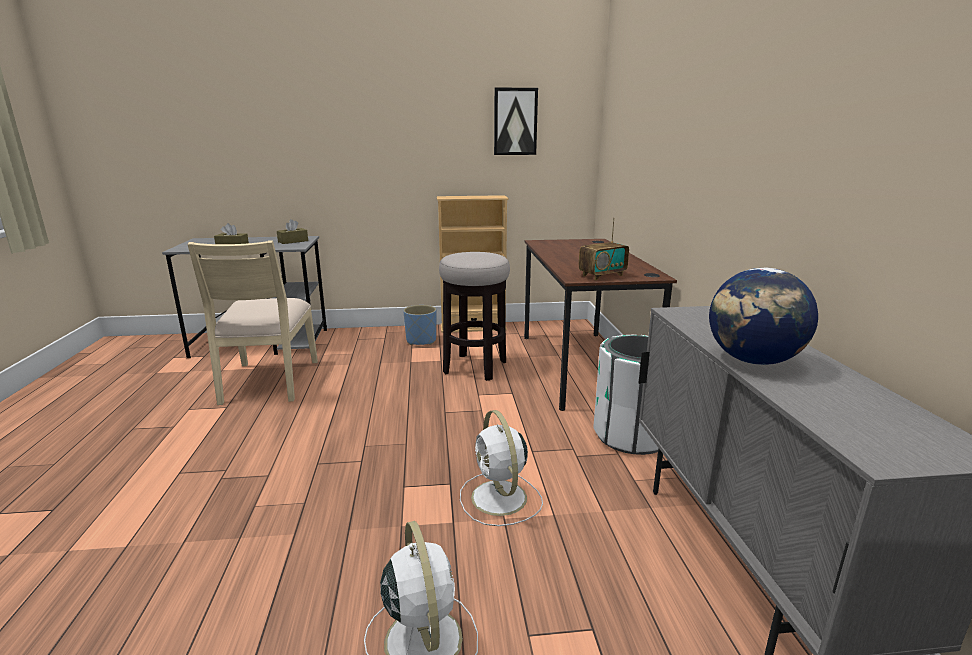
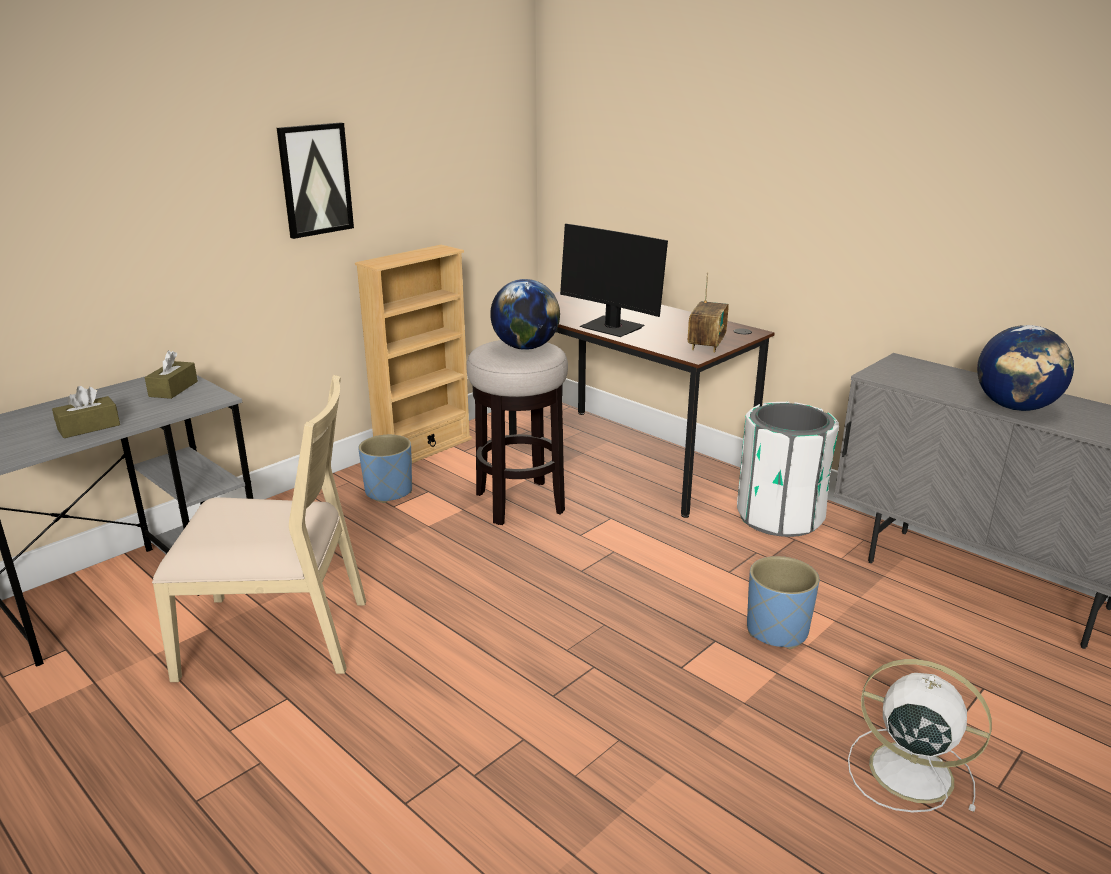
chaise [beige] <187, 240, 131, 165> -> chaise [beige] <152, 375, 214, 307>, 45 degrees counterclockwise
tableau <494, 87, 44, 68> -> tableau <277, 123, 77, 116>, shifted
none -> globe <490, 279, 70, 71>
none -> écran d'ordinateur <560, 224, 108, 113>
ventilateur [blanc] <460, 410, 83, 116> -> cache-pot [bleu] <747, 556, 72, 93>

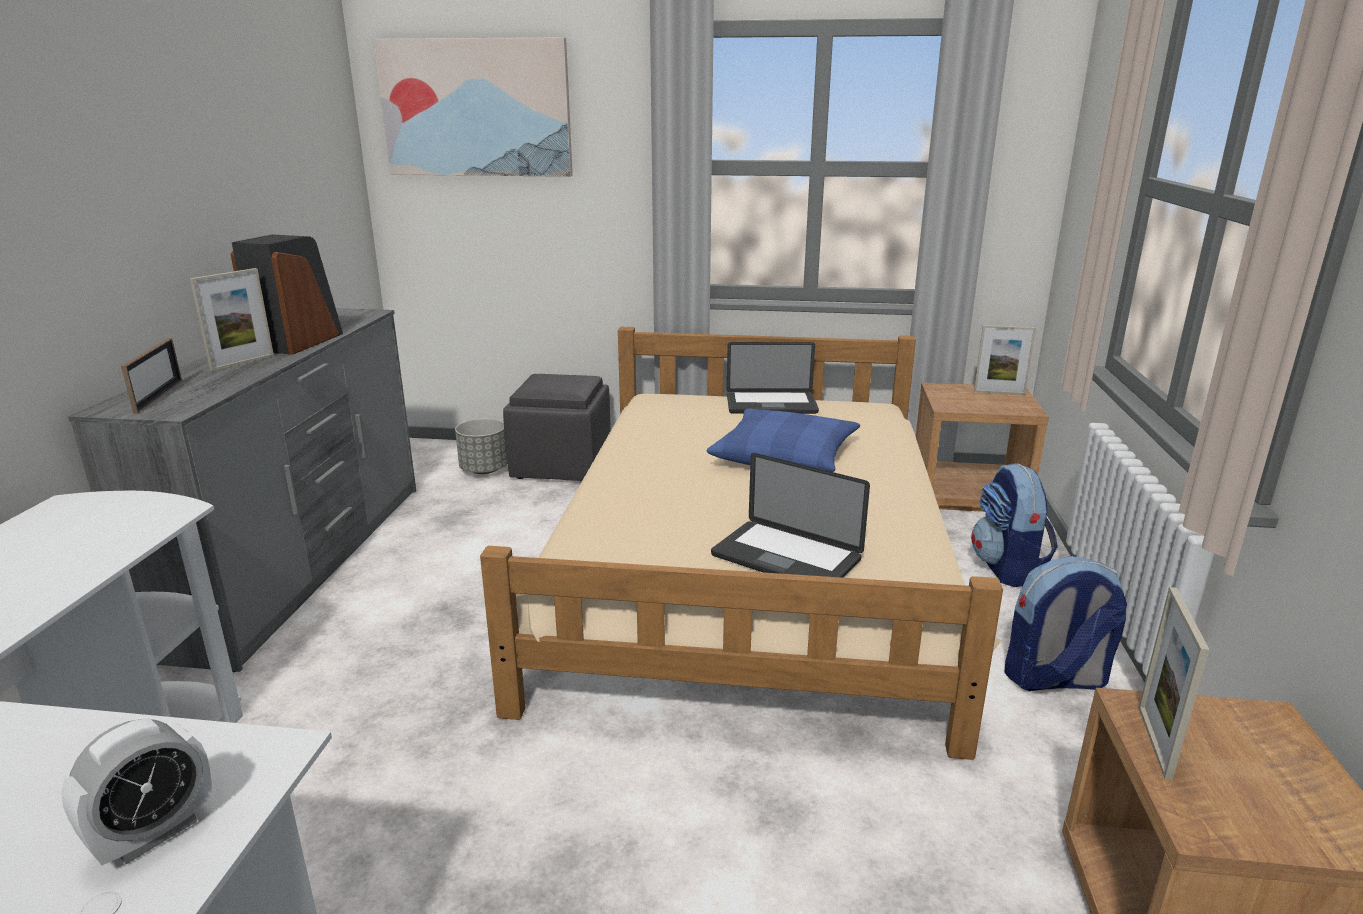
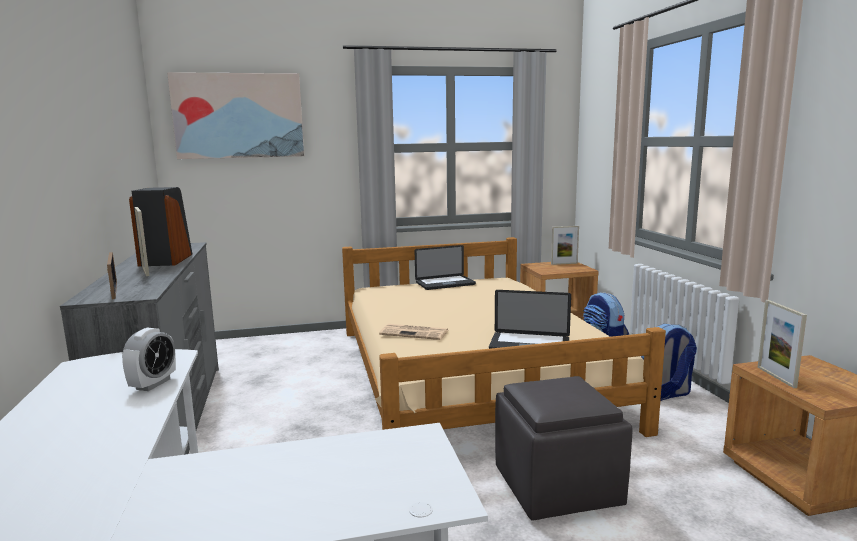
réveil <61, 718, 151, 147> -> réveil <122, 327, 54, 64>, shifted
cadre photo <190, 268, 84, 103> -> cadre photo <134, 207, 15, 69>, 135 degrees clockwise
none -> journal <379, 324, 70, 16>
pouf [gris] <503, 374, 108, 107> -> pouf [gris] <495, 376, 138, 145>, shifted
cache-pot [gris] <455, 419, 53, 55> -> none
coussin [bleu] <707, 409, 153, 63> -> none

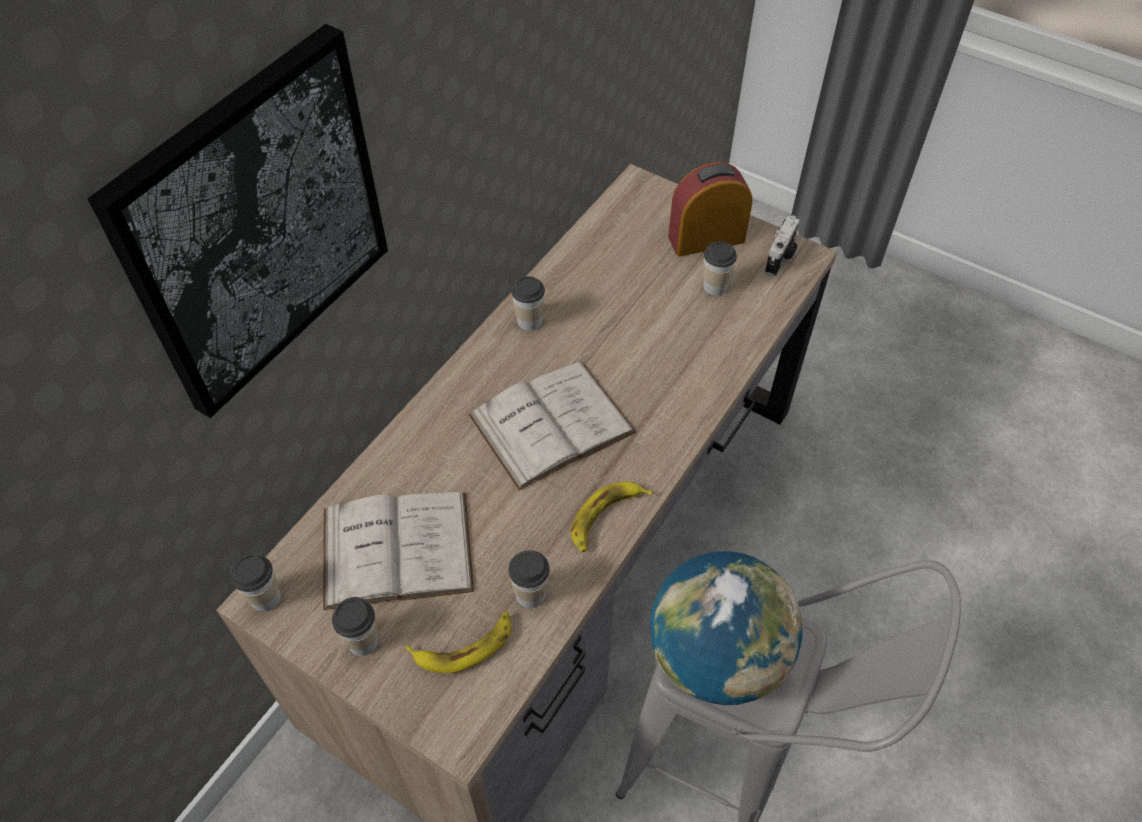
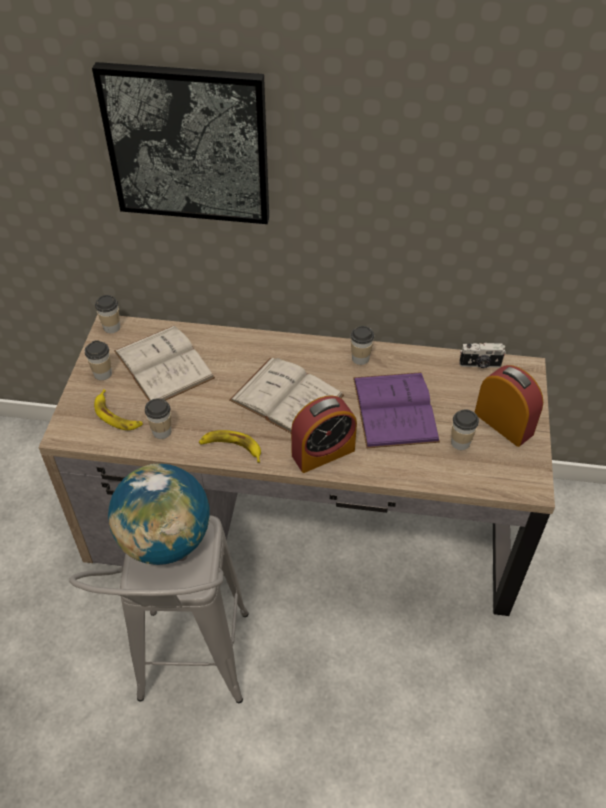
none -> réveil <291, 395, 66, 78>
none -> livre [violet] <353, 372, 87, 76>
appareil photo <765, 216, 35, 61> -> appareil photo <459, 343, 47, 25>, shifted

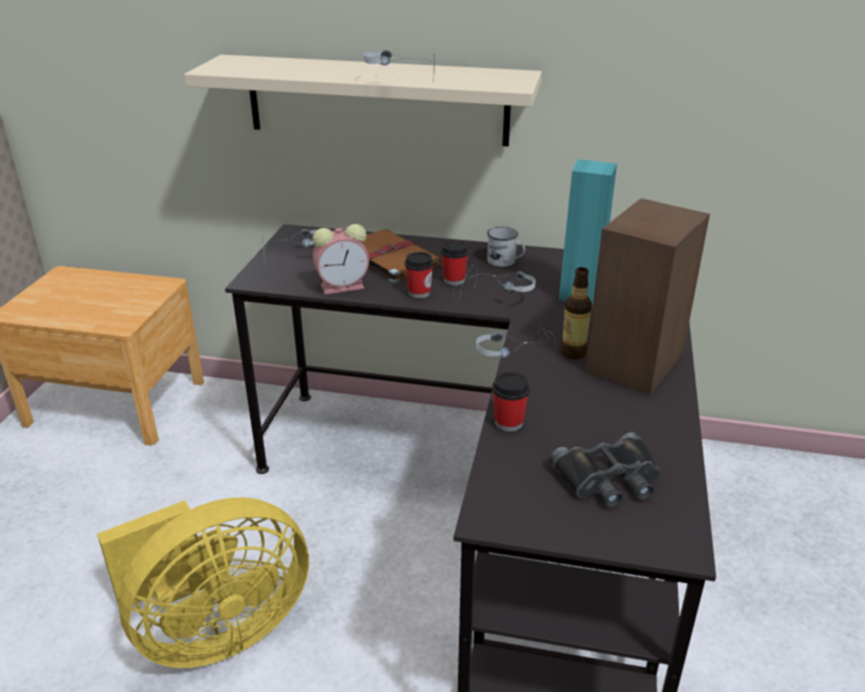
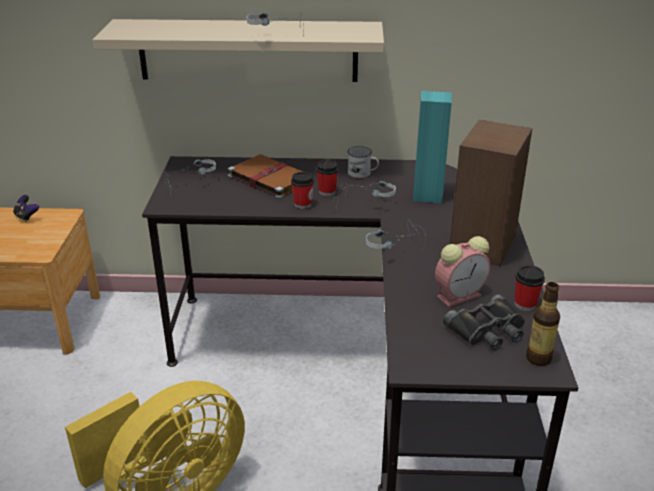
none -> manette <13, 195, 26, 27>
réveil <312, 224, 57, 71> -> réveil <435, 236, 55, 71>, shifted
tasse <492, 372, 38, 60> -> tasse <515, 265, 30, 46>, shifted
bouteille <560, 267, 32, 92> -> bouteille <526, 282, 34, 84>, shifted

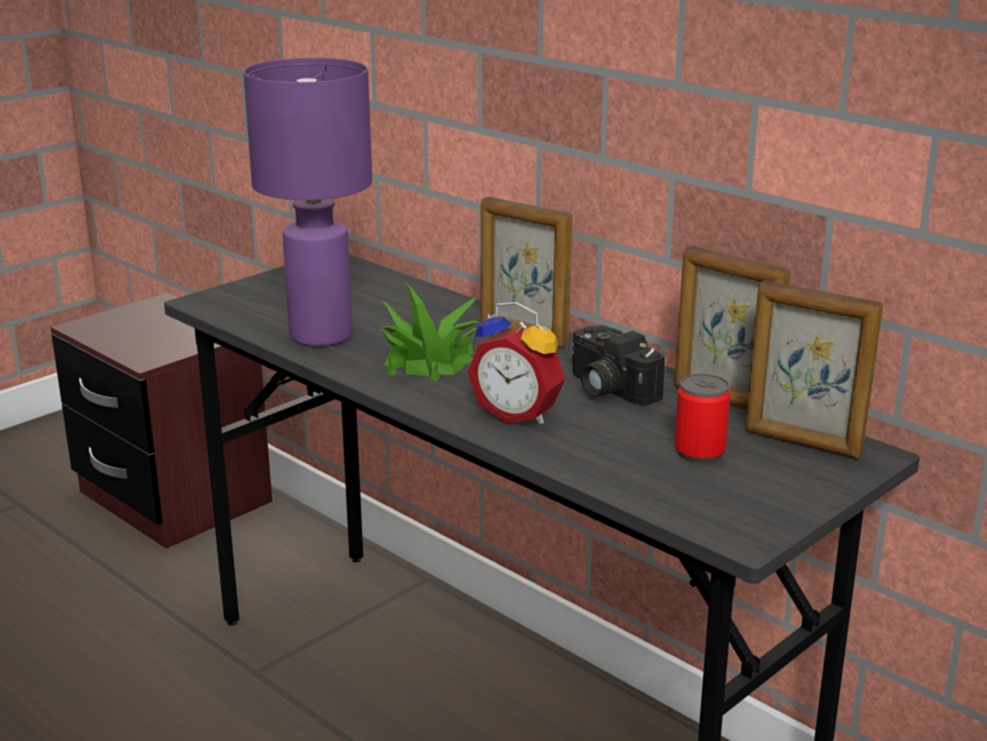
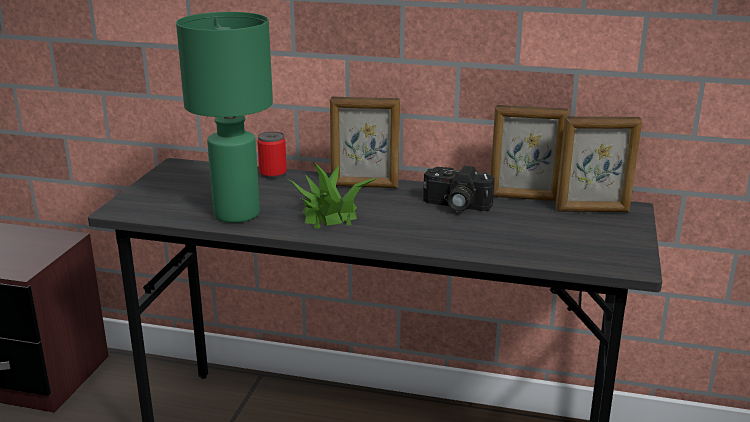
lampe de table [violet] <243, 58, 129, 288> -> lampe de table [vert] <176, 12, 97, 211>
boîte métallique <675, 374, 55, 89> -> boîte métallique <257, 131, 30, 48>, shifted
réveil <467, 302, 98, 122> -> none

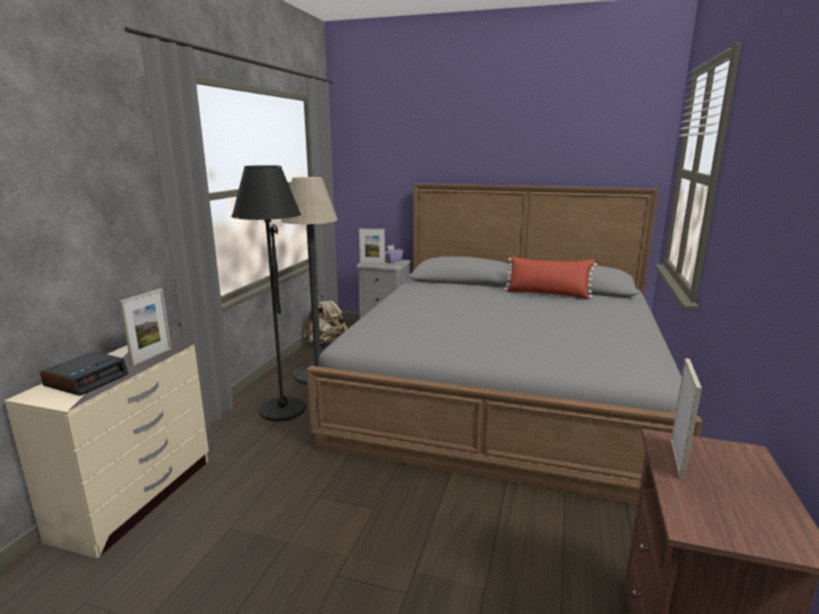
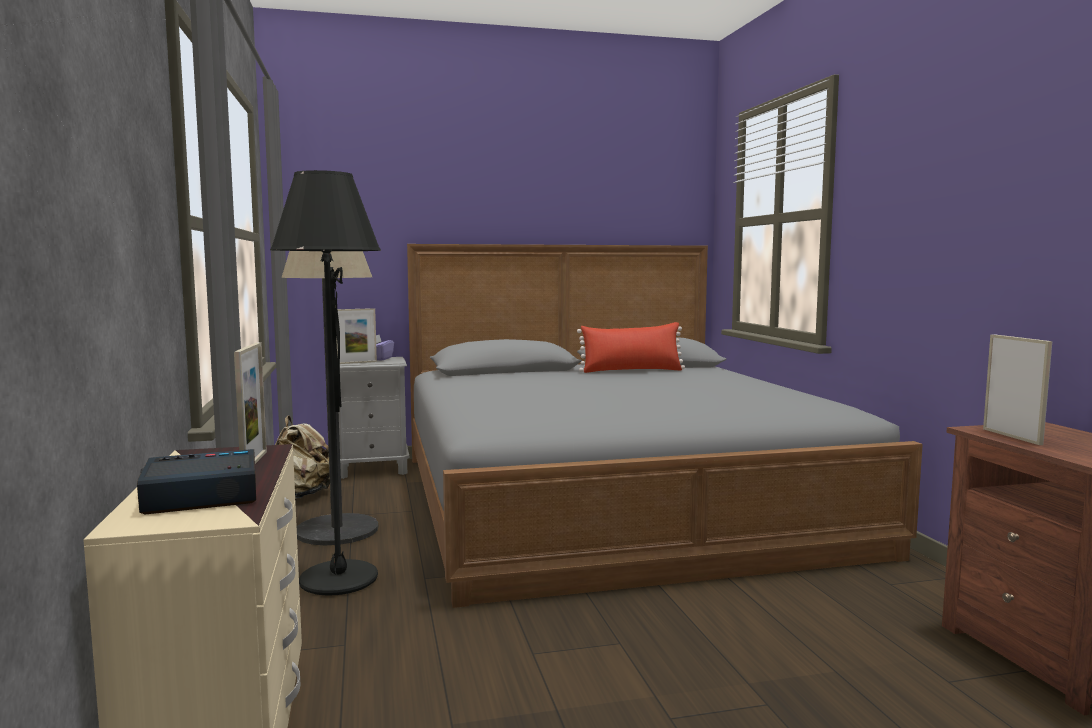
réveil <40, 352, 88, 44> -> réveil <137, 449, 119, 66>, 105 degrees counterclockwise

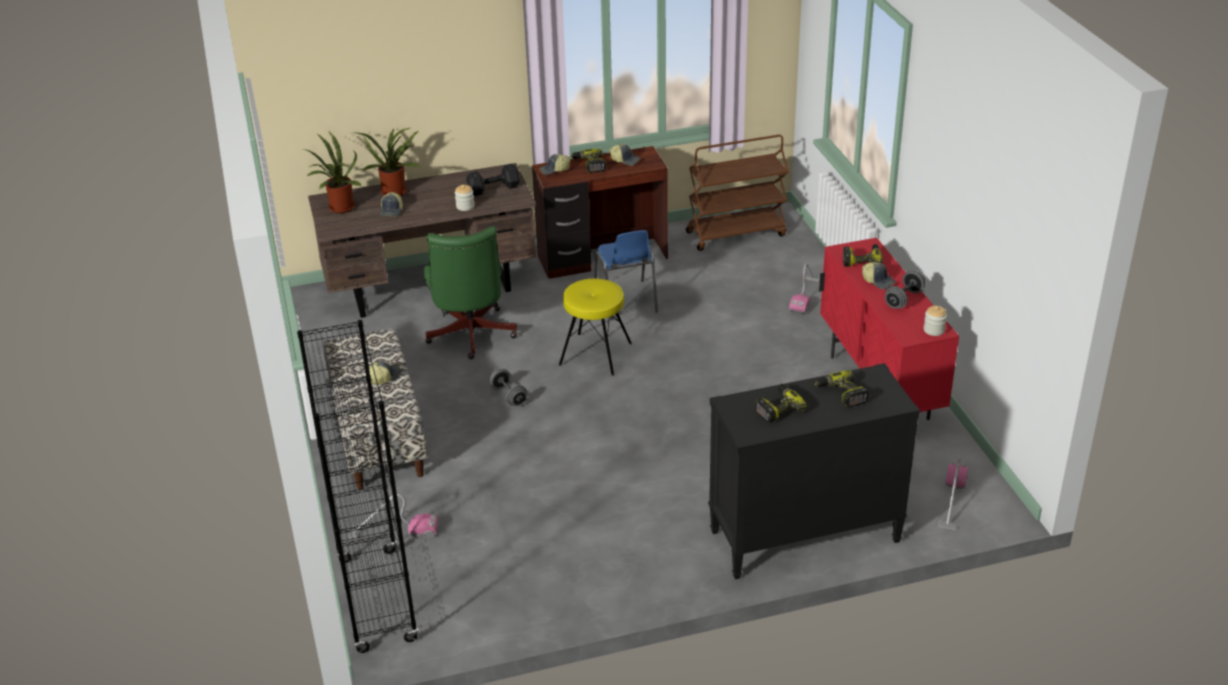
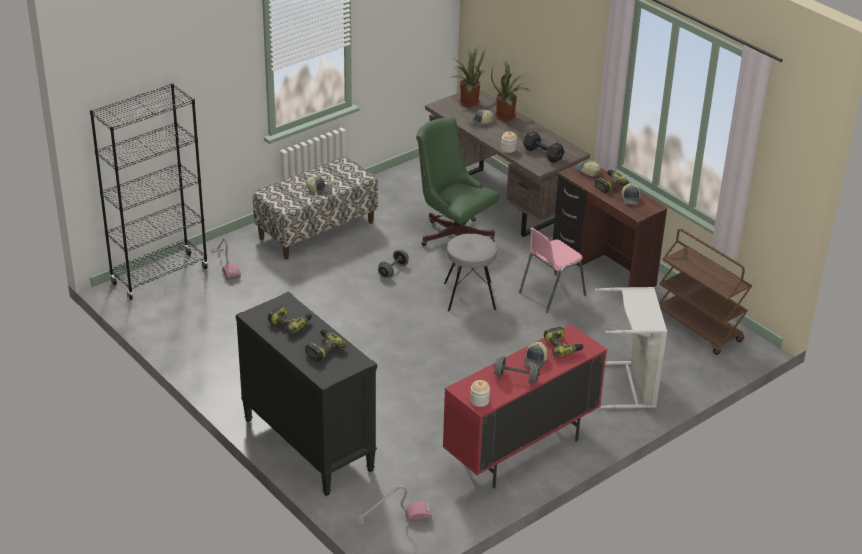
chaise de bureau [vert] <424, 226, 93, 133> -> chaise de bureau [vert] <416, 117, 83, 129>, 75 degrees clockwise
tabouret [jaune] <559, 278, 73, 98> -> tabouret [gris] <444, 234, 53, 77>
chaise [bleu] <594, 230, 64, 90> -> chaise [rose] <519, 227, 67, 86>
aspirateur <789, 263, 31, 51> -> panier à linge [gris] <595, 287, 72, 122>

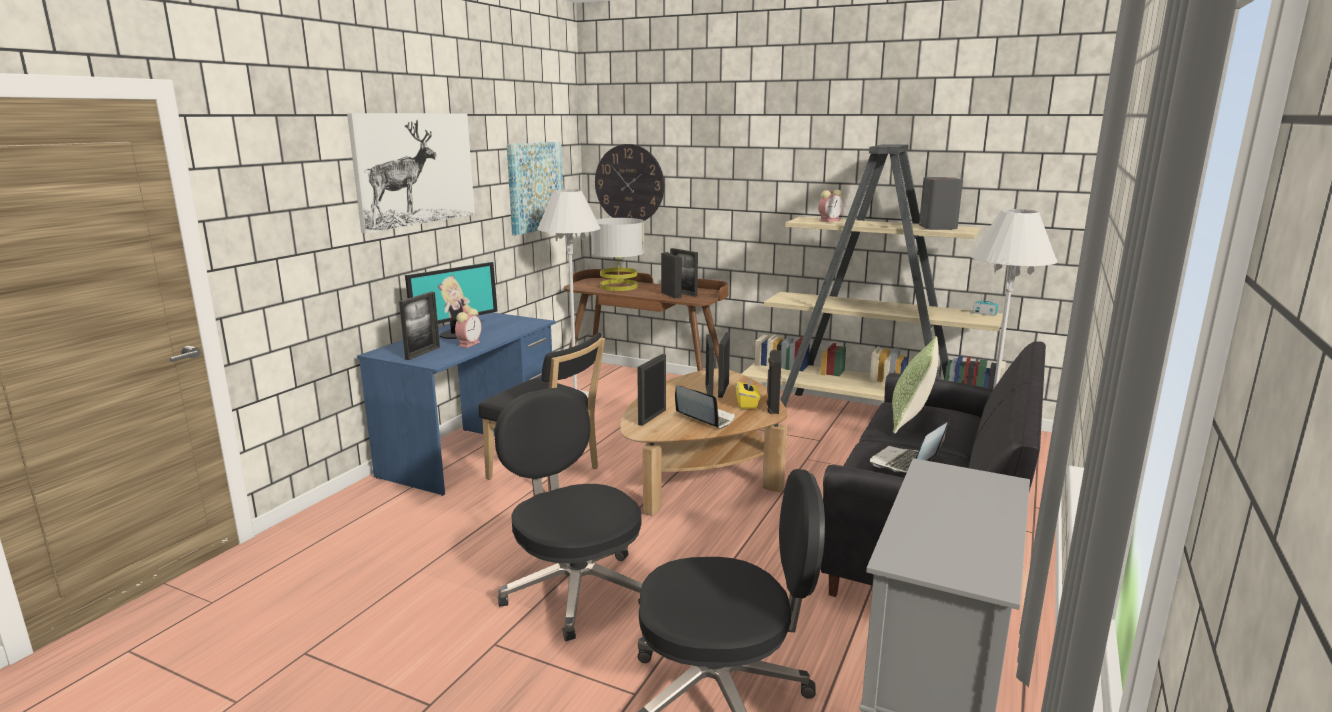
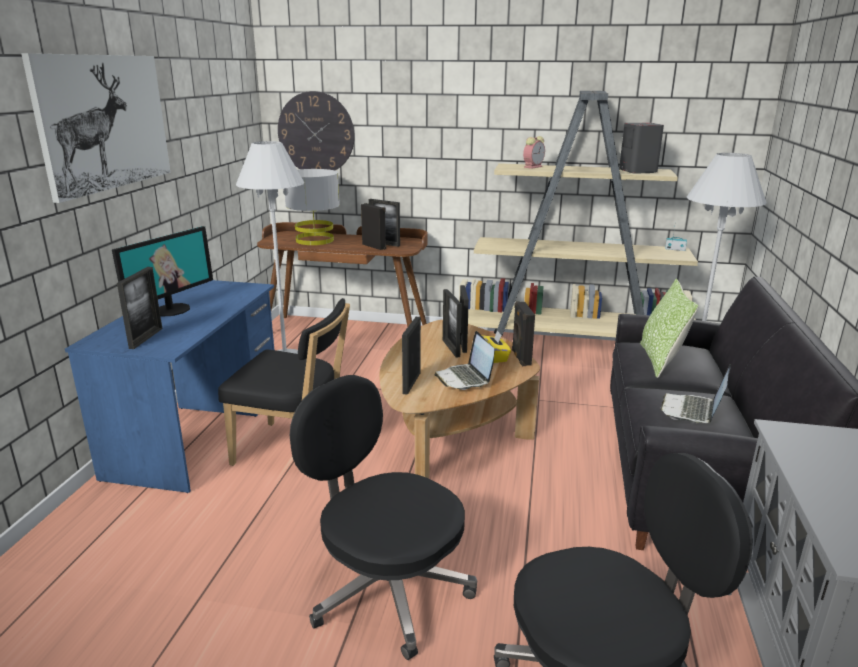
ordinateur portable <675, 385, 60, 44> -> ordinateur portable <434, 331, 61, 59>, 135 degrees counterclockwise
réveil <455, 308, 26, 40> -> none
tableau <507, 142, 56, 94> -> none

